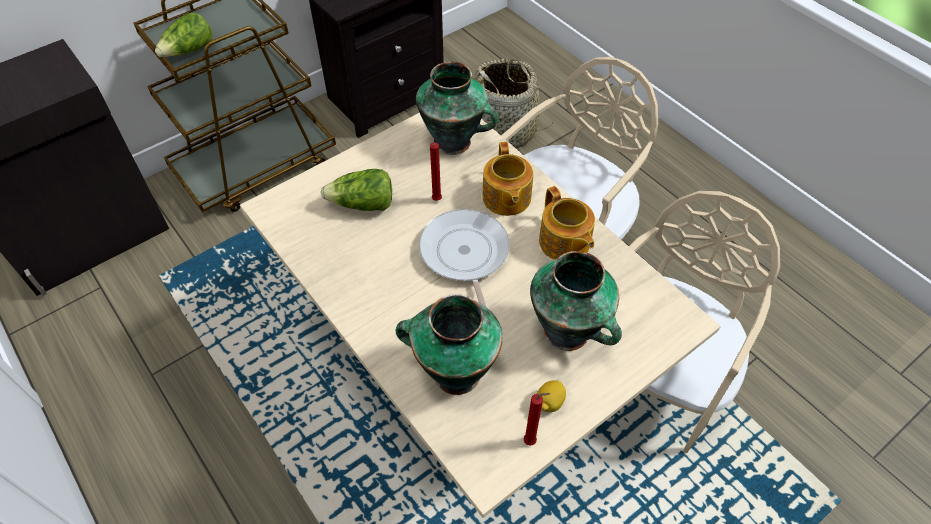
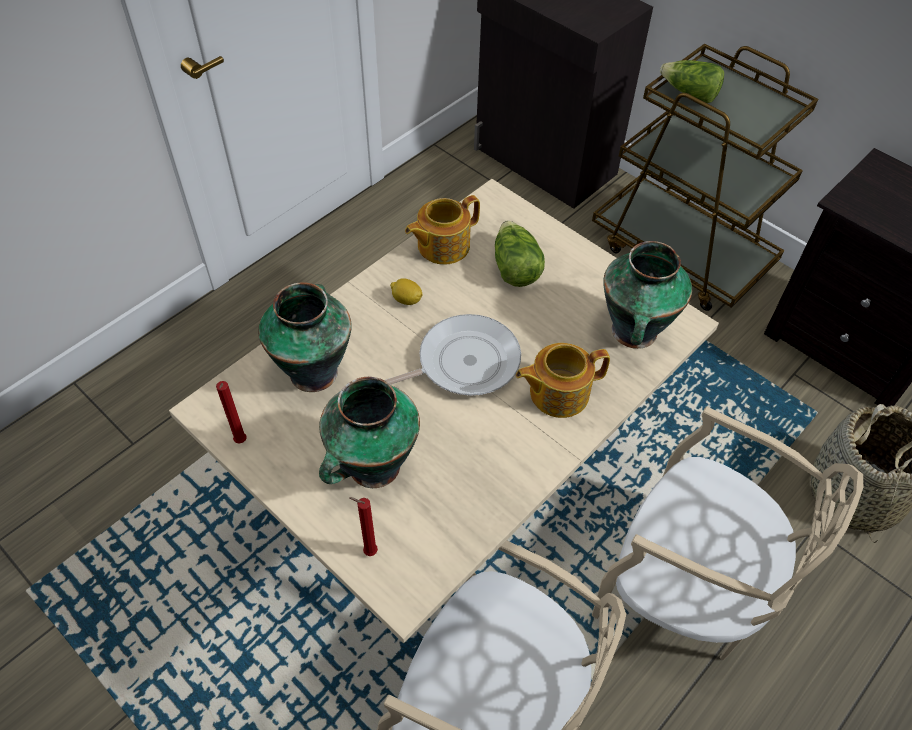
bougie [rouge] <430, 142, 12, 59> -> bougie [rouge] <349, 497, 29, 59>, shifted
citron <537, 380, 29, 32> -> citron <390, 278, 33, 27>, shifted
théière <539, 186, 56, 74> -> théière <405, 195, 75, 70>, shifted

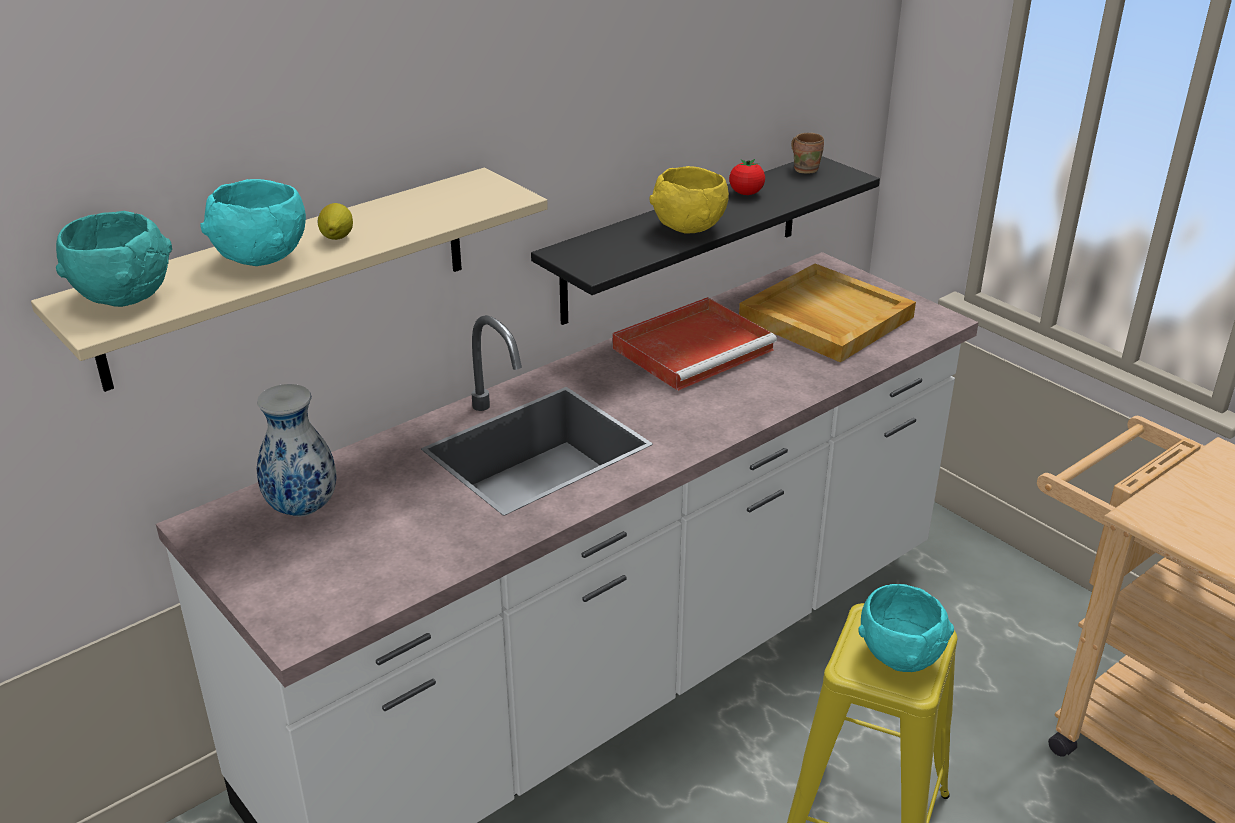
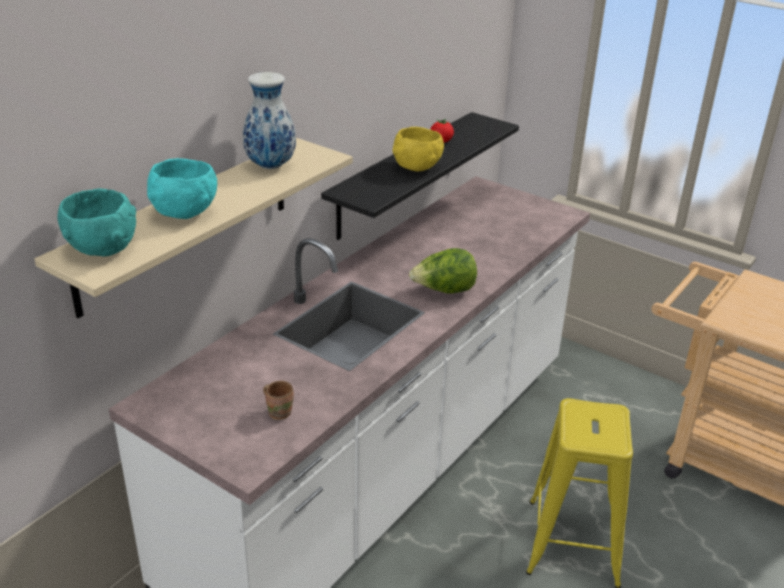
vase <257, 384, 80, 133> -> vase <243, 72, 53, 97>, shifted
mug [marron] <791, 133, 33, 41> -> mug [marron] <263, 381, 31, 39>, shifted
none -> laitue <409, 248, 68, 45>
citron <318, 203, 35, 37> -> none
plateau [rouge] <612, 297, 165, 94> -> none
plateau [beige] <739, 264, 177, 99> -> none
bol [turquoise] <858, 584, 96, 88> -> none

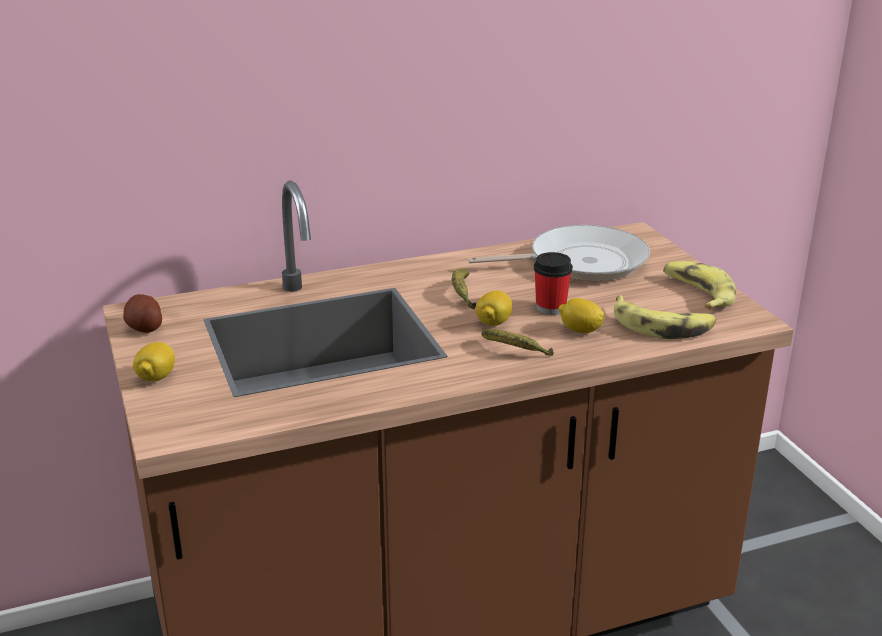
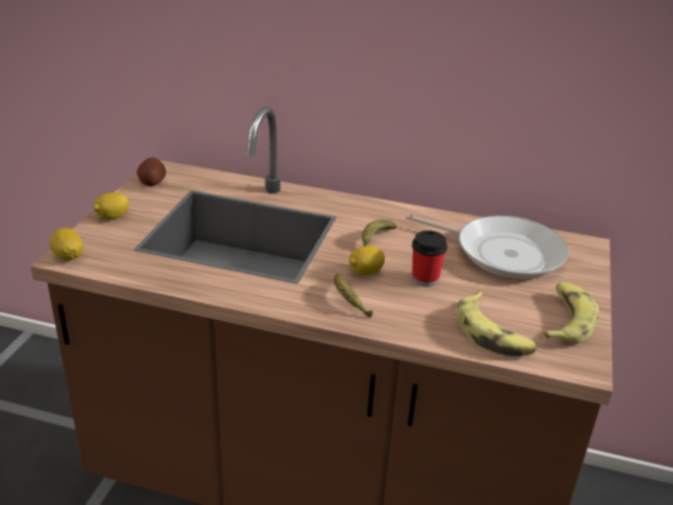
citron <558, 298, 47, 35> -> citron <50, 228, 33, 32>, shifted

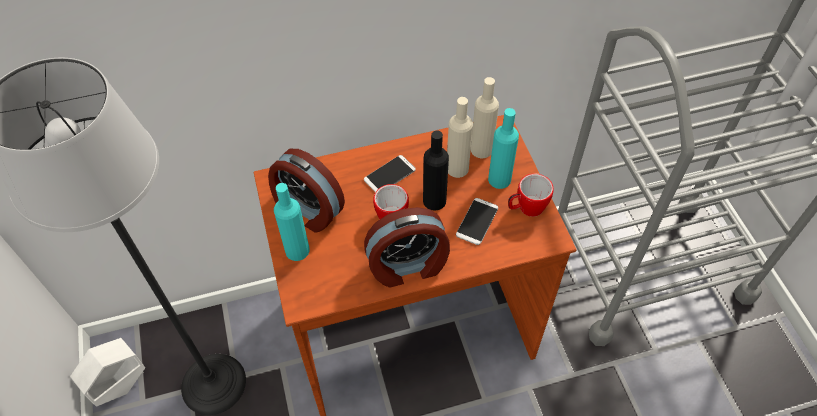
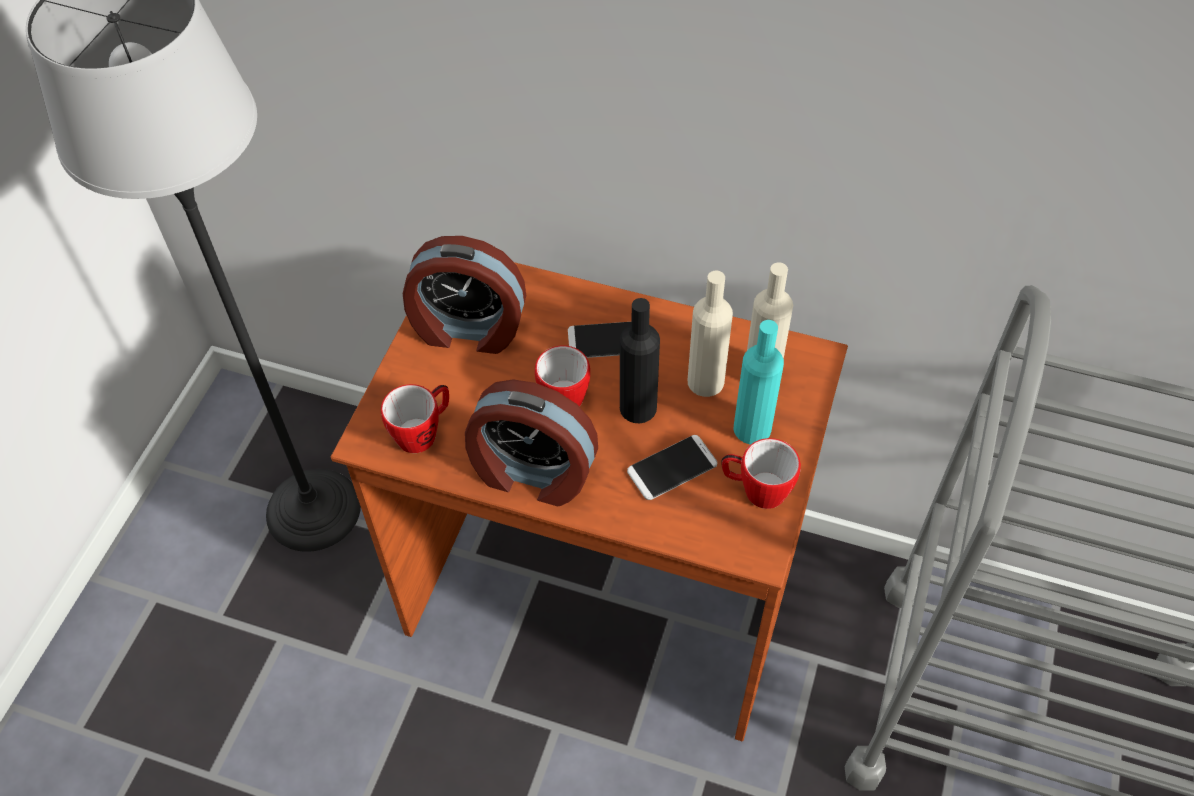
none -> mug <381, 384, 68, 69>
réveil <268, 149, 77, 84> -> réveil <403, 236, 123, 118>, 60 degrees counterclockwise
cache-pot [blanc] <70, 338, 75, 69> -> none
bouteille [turquoise] <274, 183, 36, 78> -> none

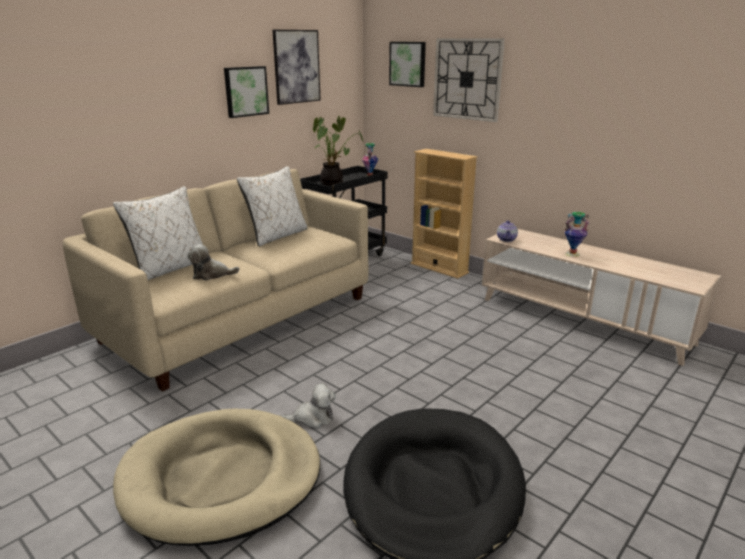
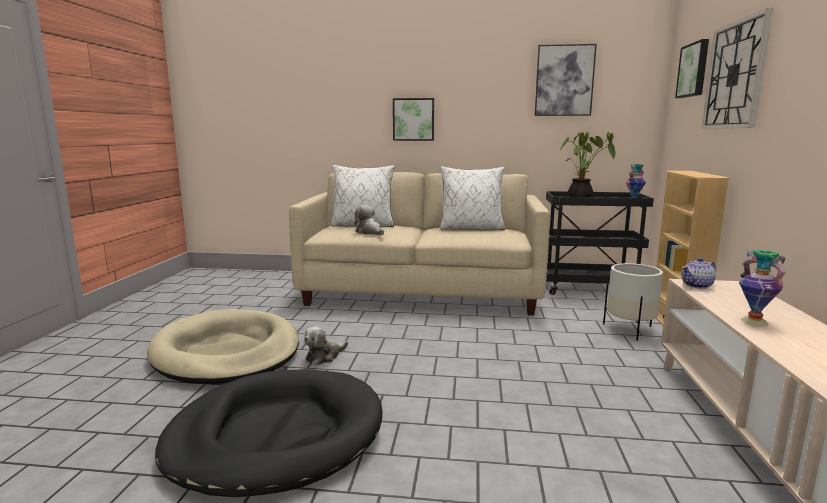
peluche <281, 383, 55, 46> -> peluche <304, 326, 44, 39>, 90 degrees clockwise
tableau <224, 66, 45, 52> -> tableau <393, 98, 41, 43>, shifted
none -> cache-pot [blanc] <603, 263, 60, 78>

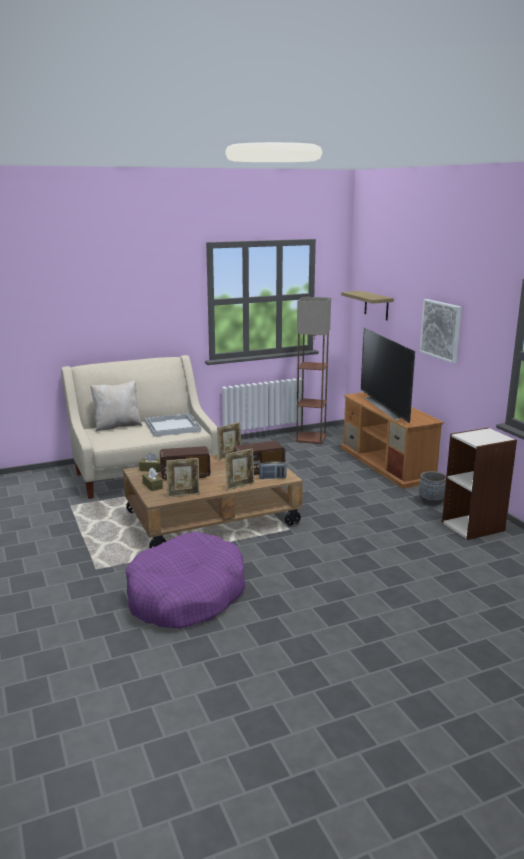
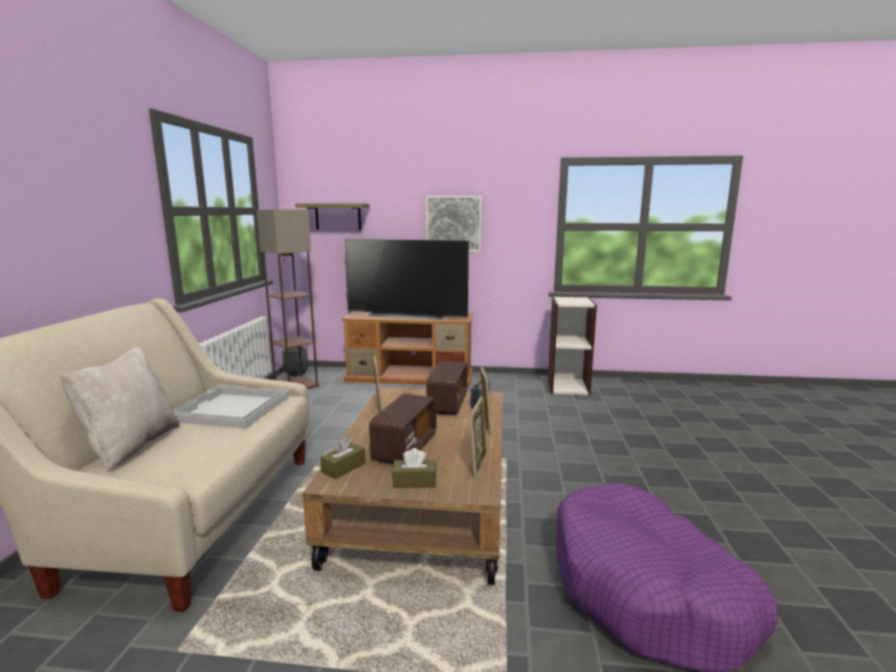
cache-pot [gris] <419, 471, 27, 34> -> cache-pot [gris] <282, 346, 26, 30>, shifted

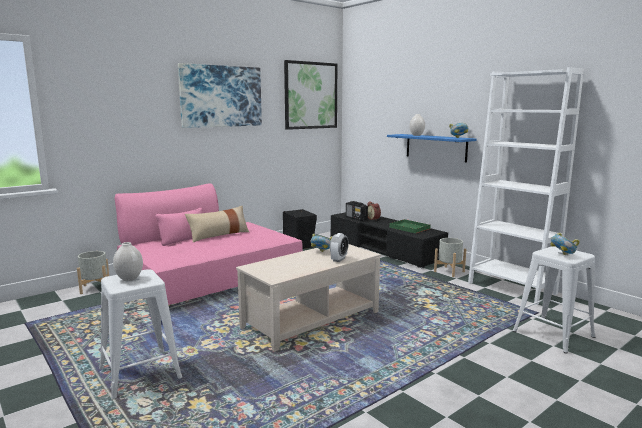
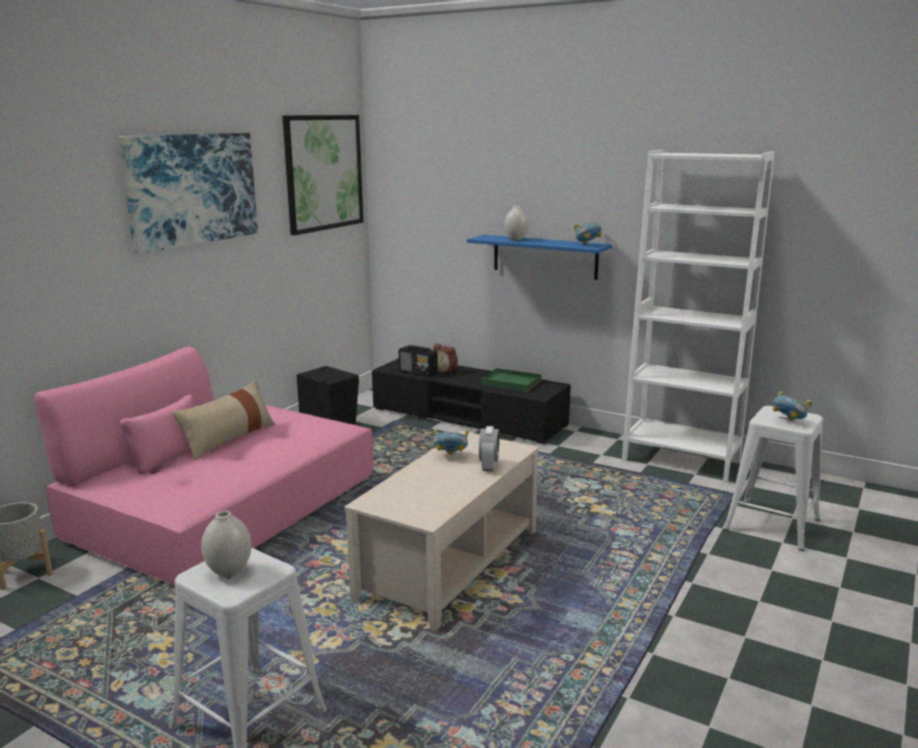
cache-pot [gris] <434, 238, 32, 39> -> none

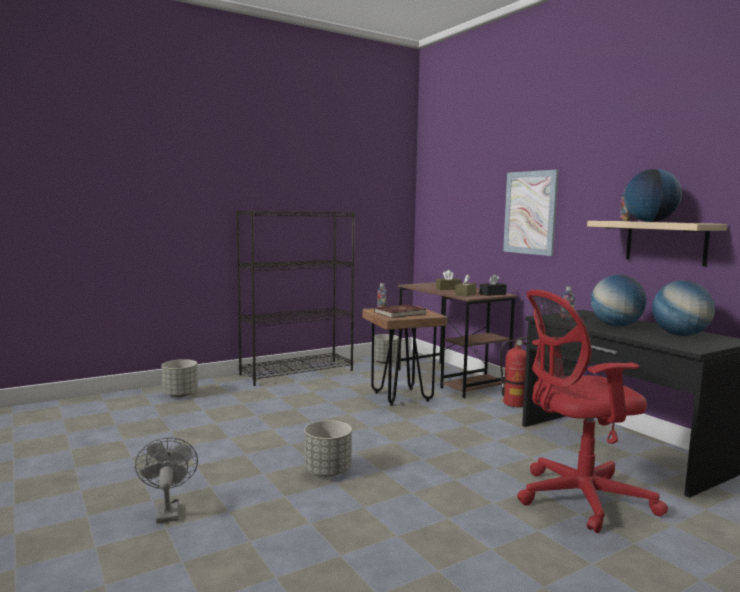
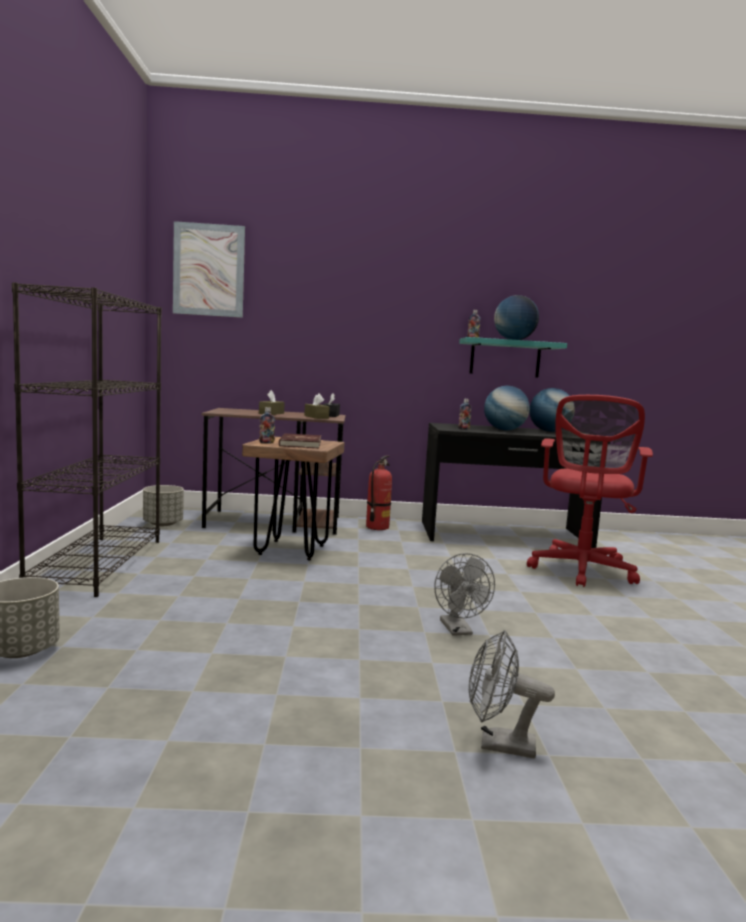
tableau <503, 170, 56, 86> -> tableau <173, 221, 72, 97>, shifted
cache-pot [gris] <304, 420, 48, 56> -> ventilateur [gris] <434, 553, 61, 83>
étagère [beige] <587, 221, 140, 45> -> étagère [turquoise] <459, 337, 108, 41>

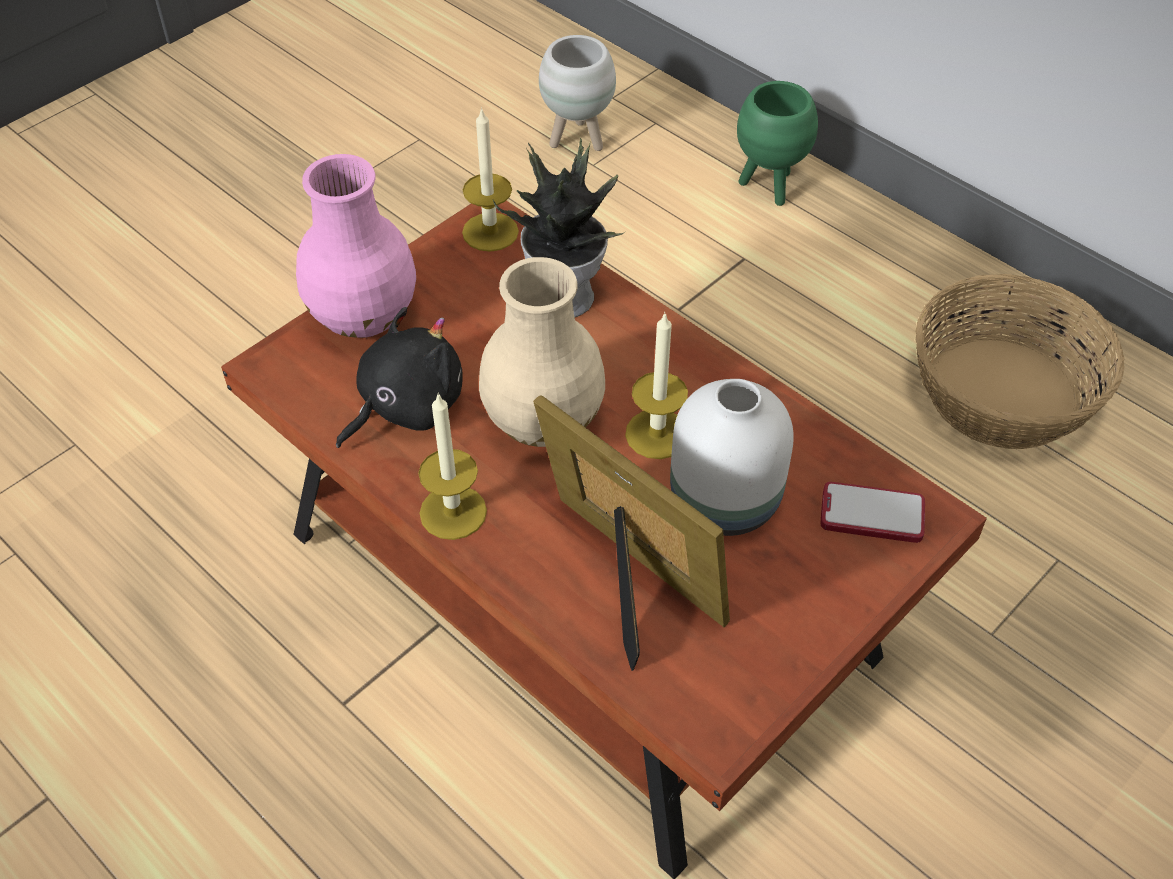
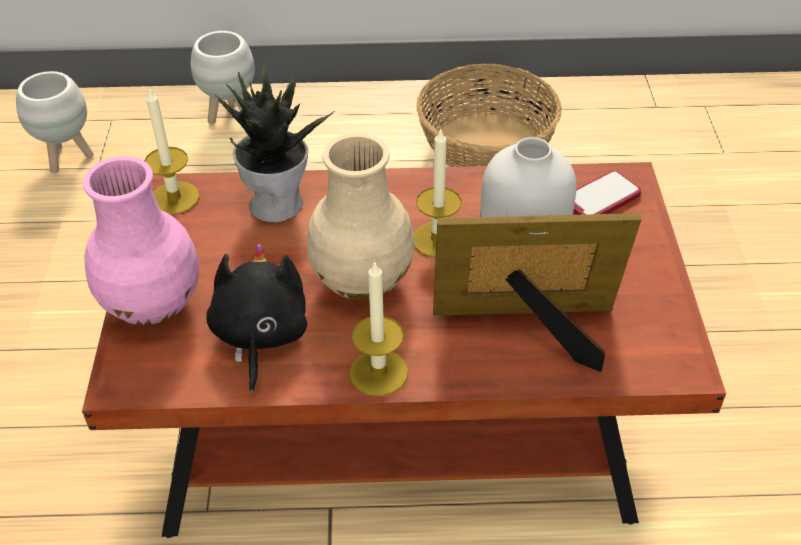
cache-pot [vert] <737, 81, 81, 125> -> cache-pot [blanc] <191, 31, 64, 93>

